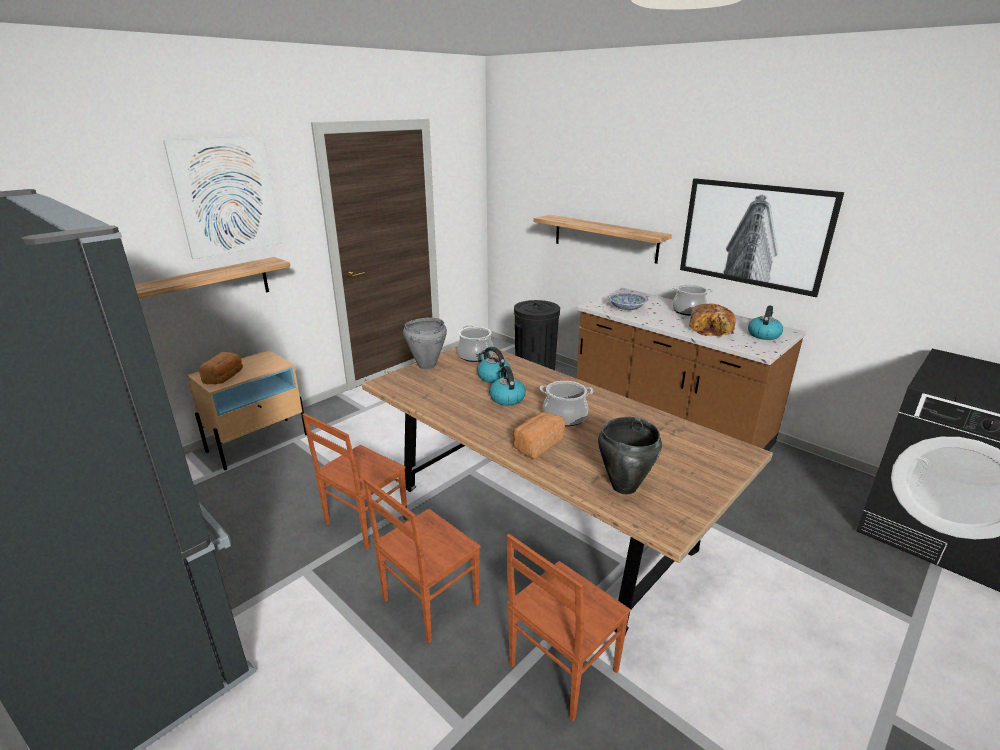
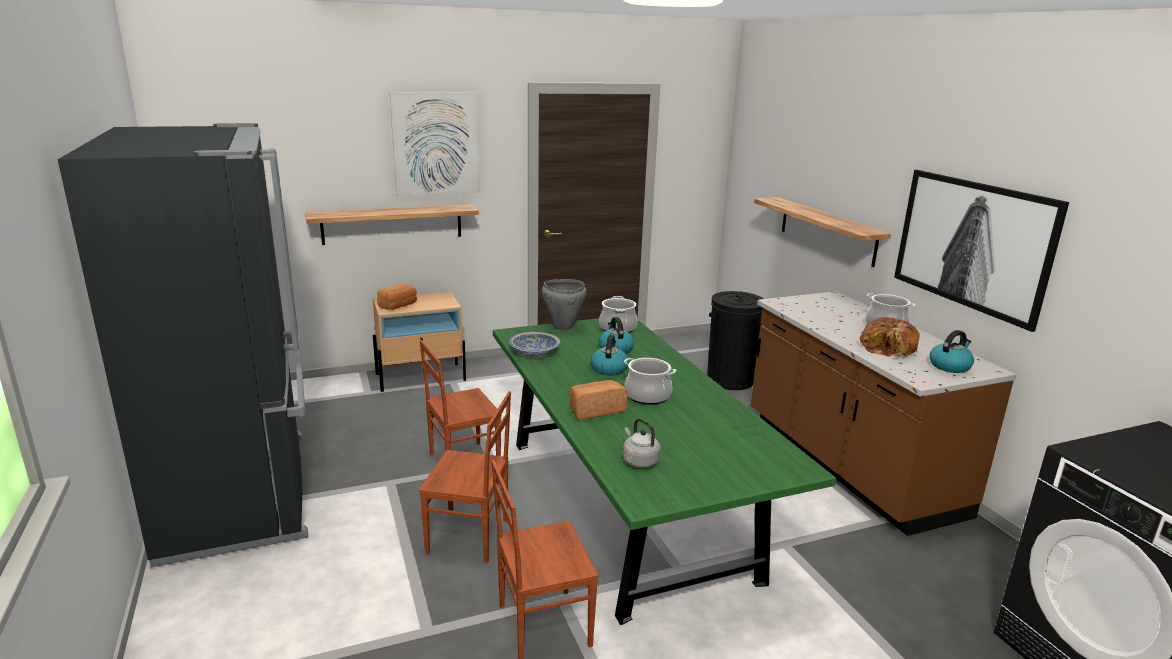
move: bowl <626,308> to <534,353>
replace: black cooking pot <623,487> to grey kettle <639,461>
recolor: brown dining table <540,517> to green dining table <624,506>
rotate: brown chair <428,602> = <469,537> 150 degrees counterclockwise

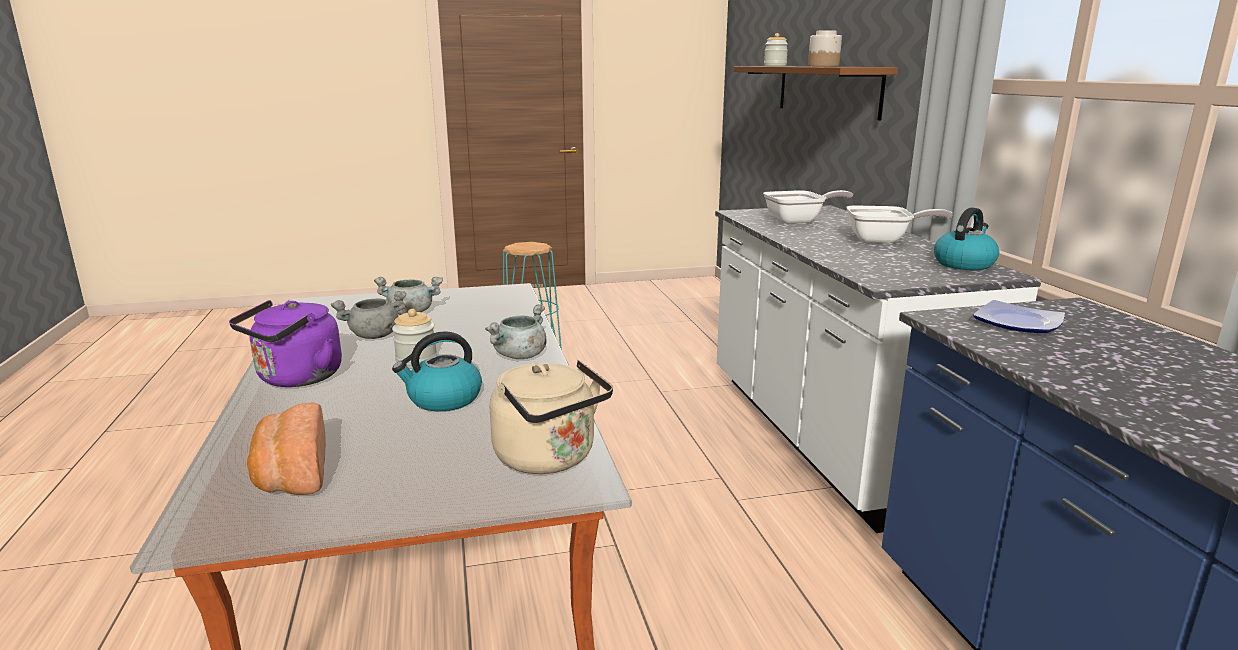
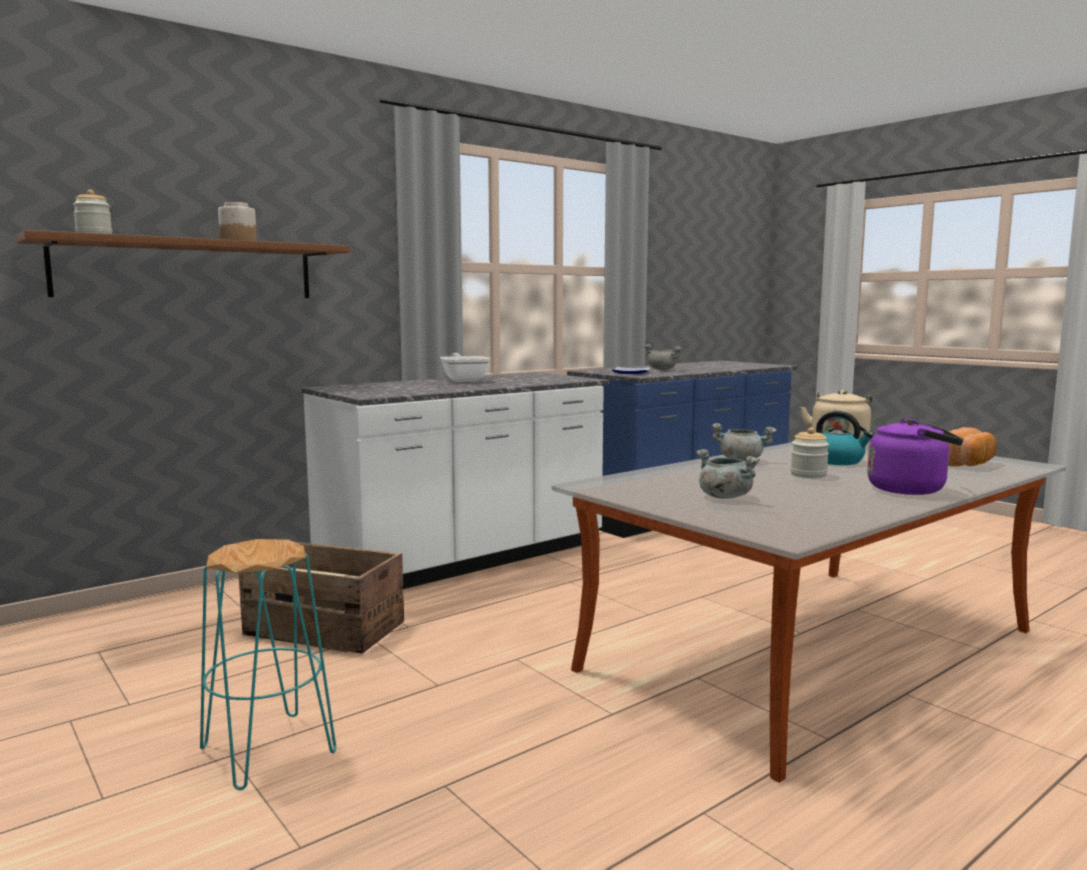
delete: frying pan <799,221>; kettle <964,264>
insert: crate <323,628>
move: grey cooking pot <374,336> to <662,369>

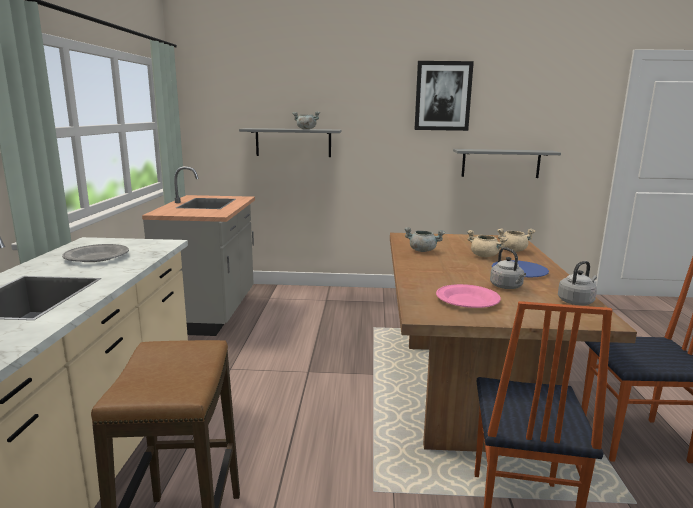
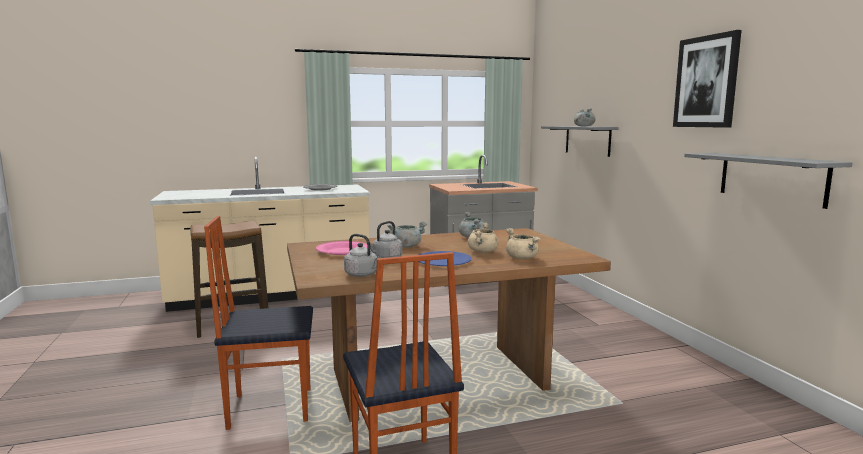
insert: grey cooking pot <406,246>

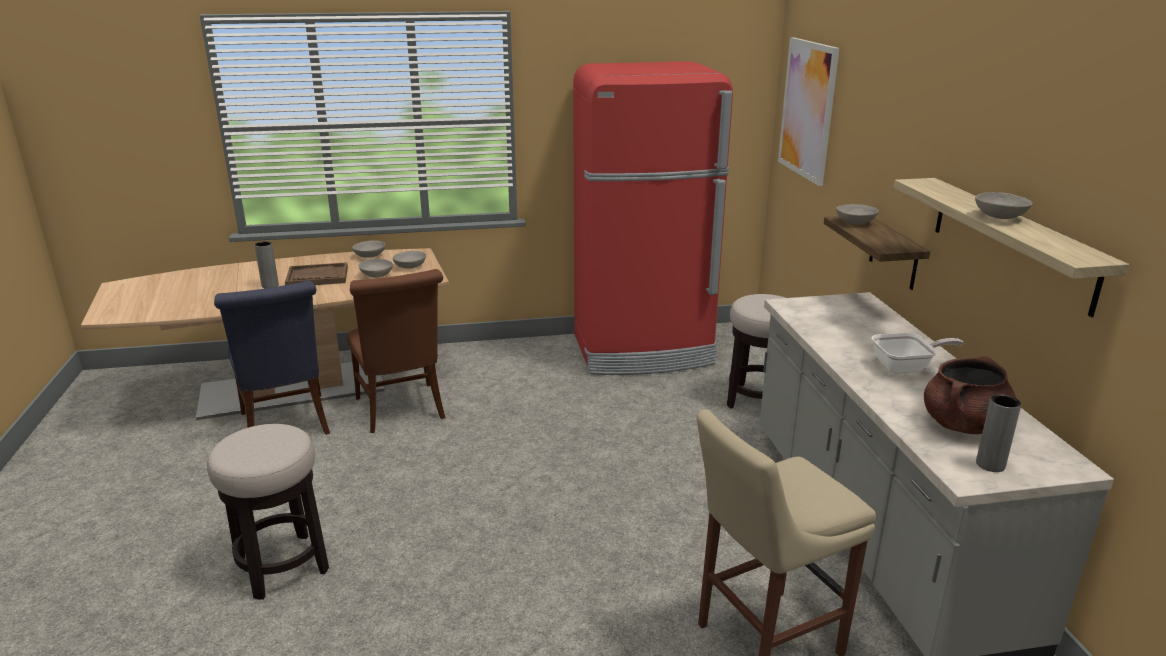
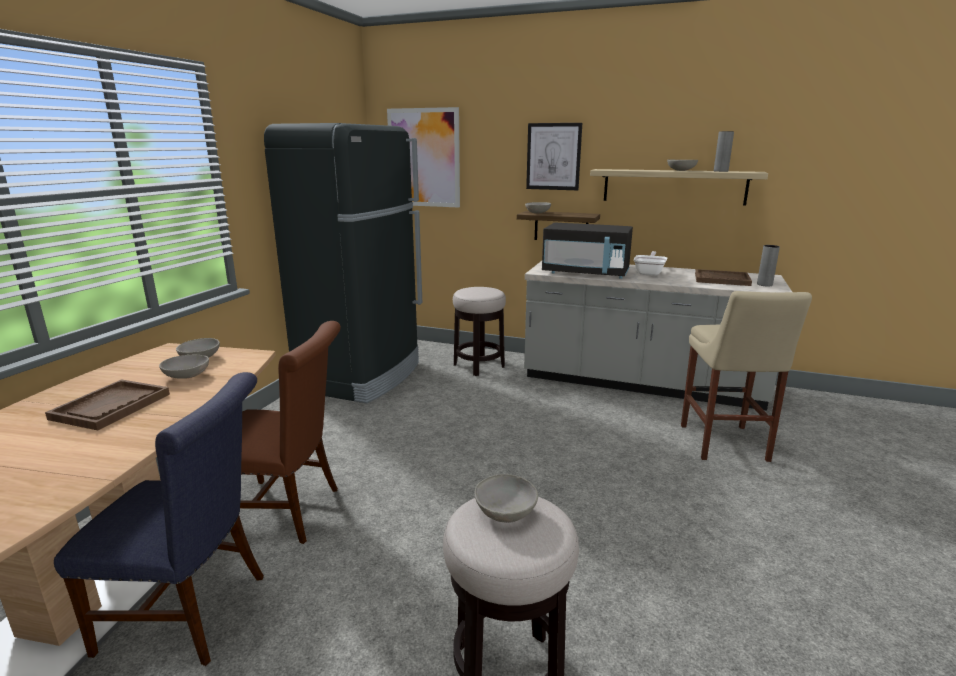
insert: picture <553,156>; black microwave <586,273>
move: grey bowl <370,256> to <506,512>; grey vase <270,285> to <720,171>
replace: brown cooking pot <963,425> to brown tray <722,279>
recolor: red fridge <643,351> to black fridge <362,376>

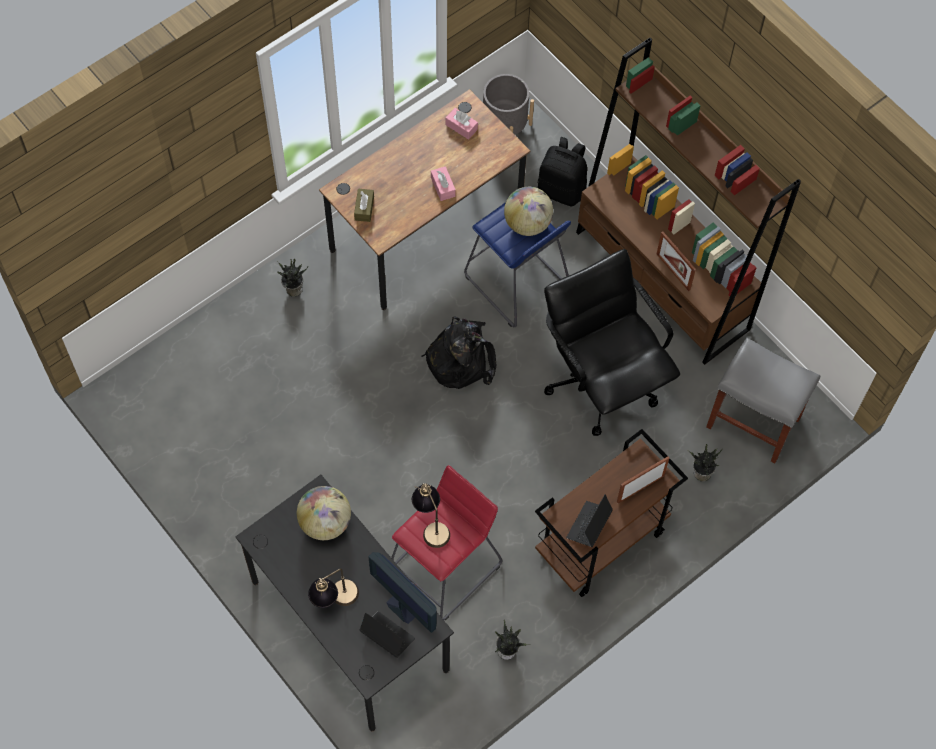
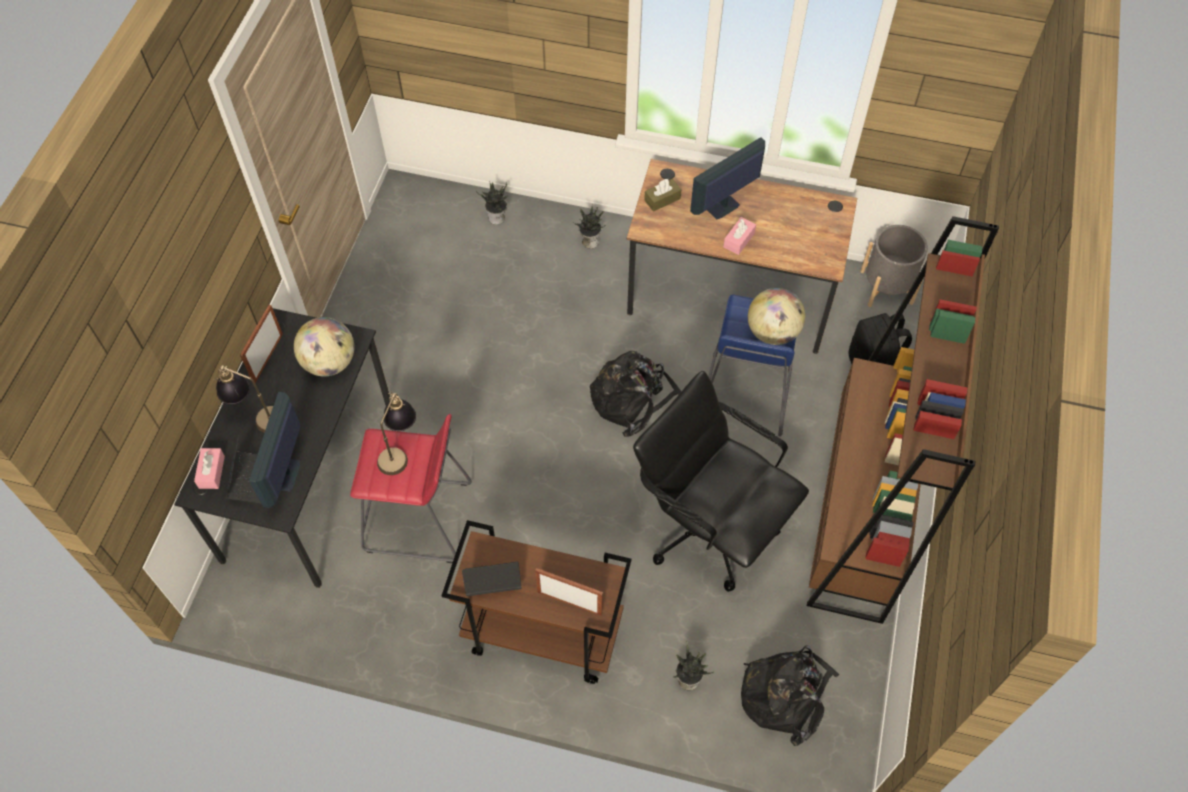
insert: monitor <722,208>
move: pink tissue box <461,127> to <211,472>; picture frame <673,272> to <267,358>; potted plant <507,650> to <497,218>
replace: grey stool <754,422> to black backpack <785,694>
rotate: black office chair <602,381> = <709,527> 75 degrees counterclockwise

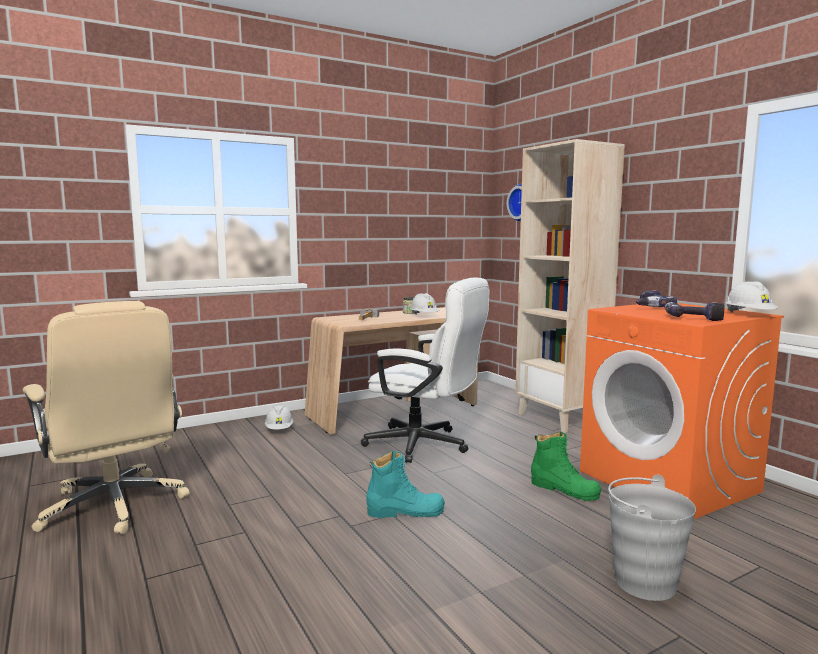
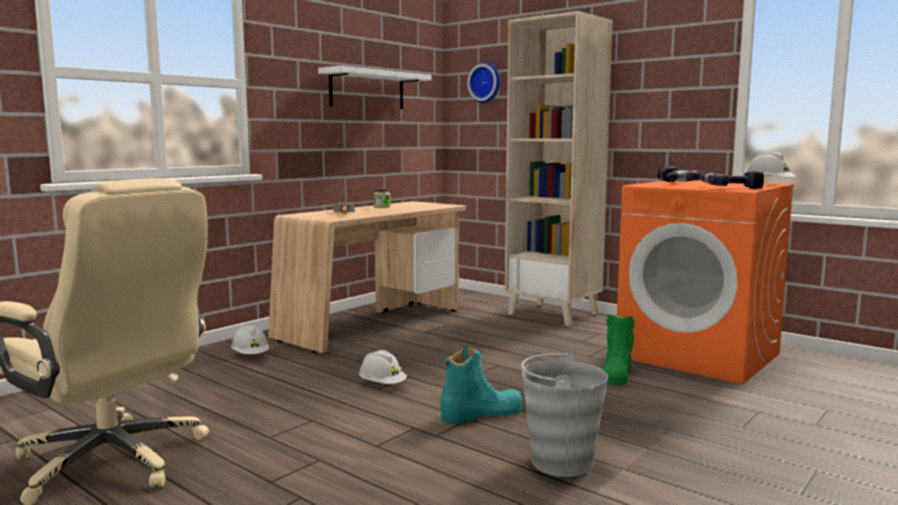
delete: white office chair <425,445>
insert: white shelf <367,90>
move: white hard hat <424,316> to <382,385>; grey bucket <644,582> to <561,462>
rotate: green boot <564,489> = <616,374> 90 degrees clockwise

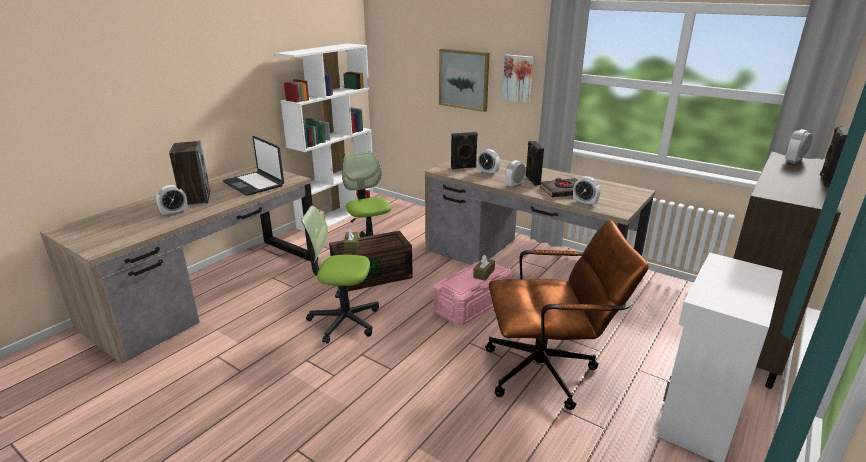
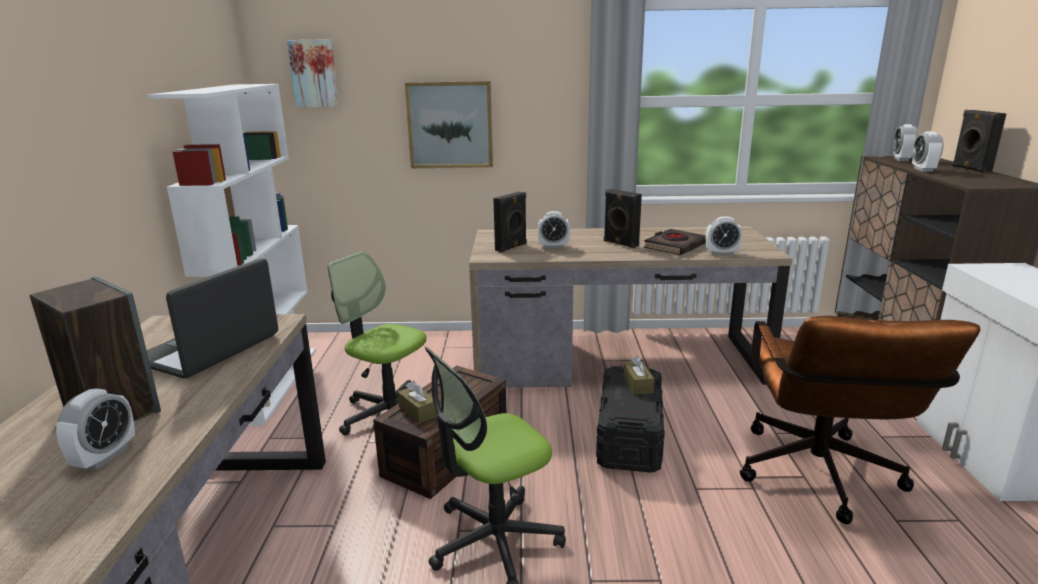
move: picture <518,78> to <314,73>; alarm clock <514,185> to <923,170>
recolor: pink storage box <472,304> to black storage box <629,436>
rotate: laptop <254,184> = <209,349> 105 degrees clockwise; brown office chair <549,371> = <820,480> 135 degrees clockwise

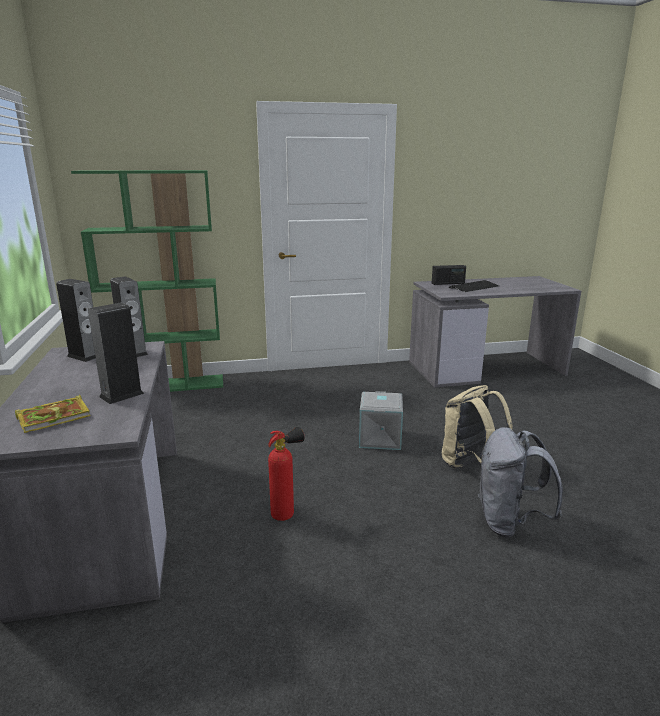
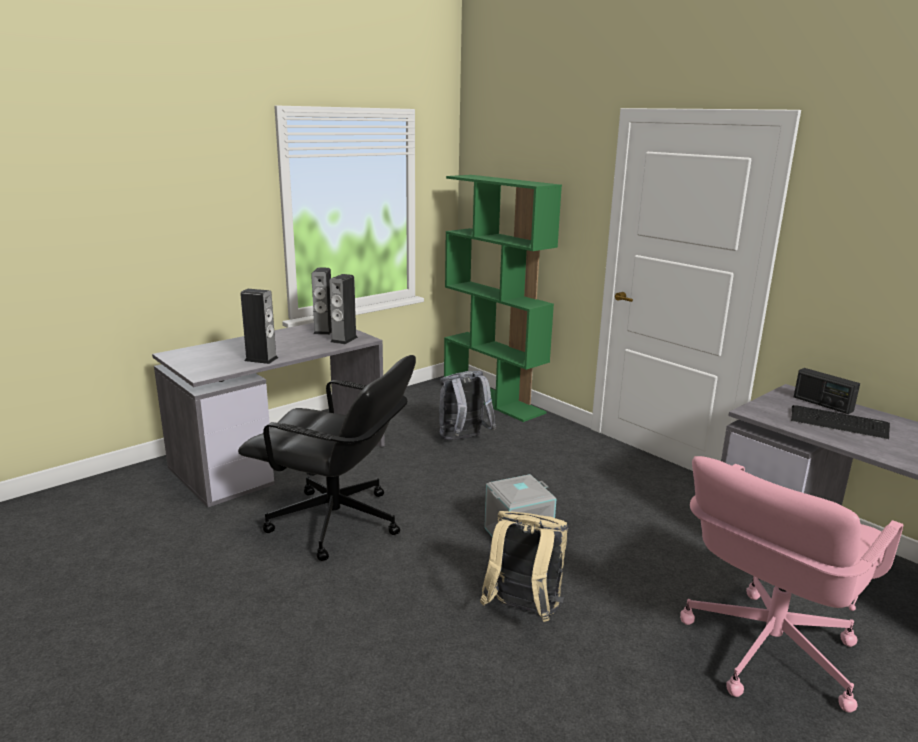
delete: book <55,417>
insert: pink office chair <767,650>
move: grey backpack <509,523> to <463,439>
replace: fire extinguisher <287,514> to black office chair <336,523>

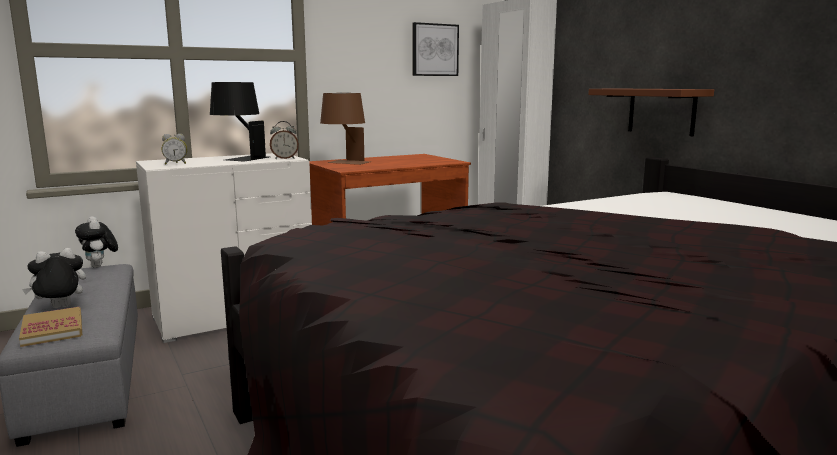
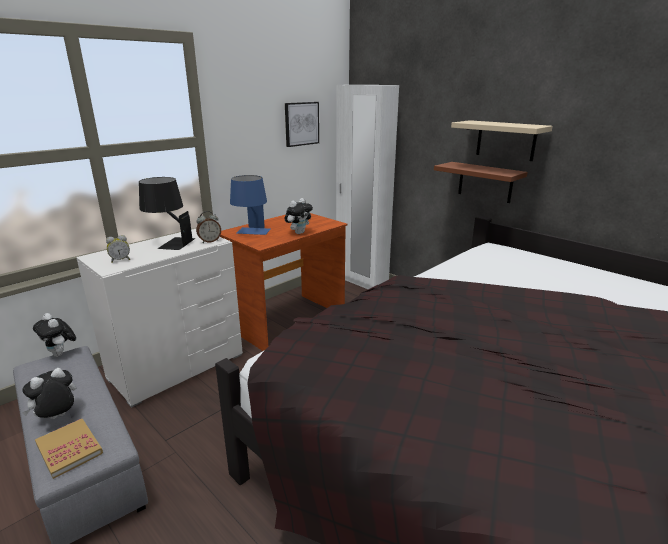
insert: beige shelf <506,140>; plush toy <299,232>
recolor: brown table lamp <345,163> to blue table lamp <251,233>

